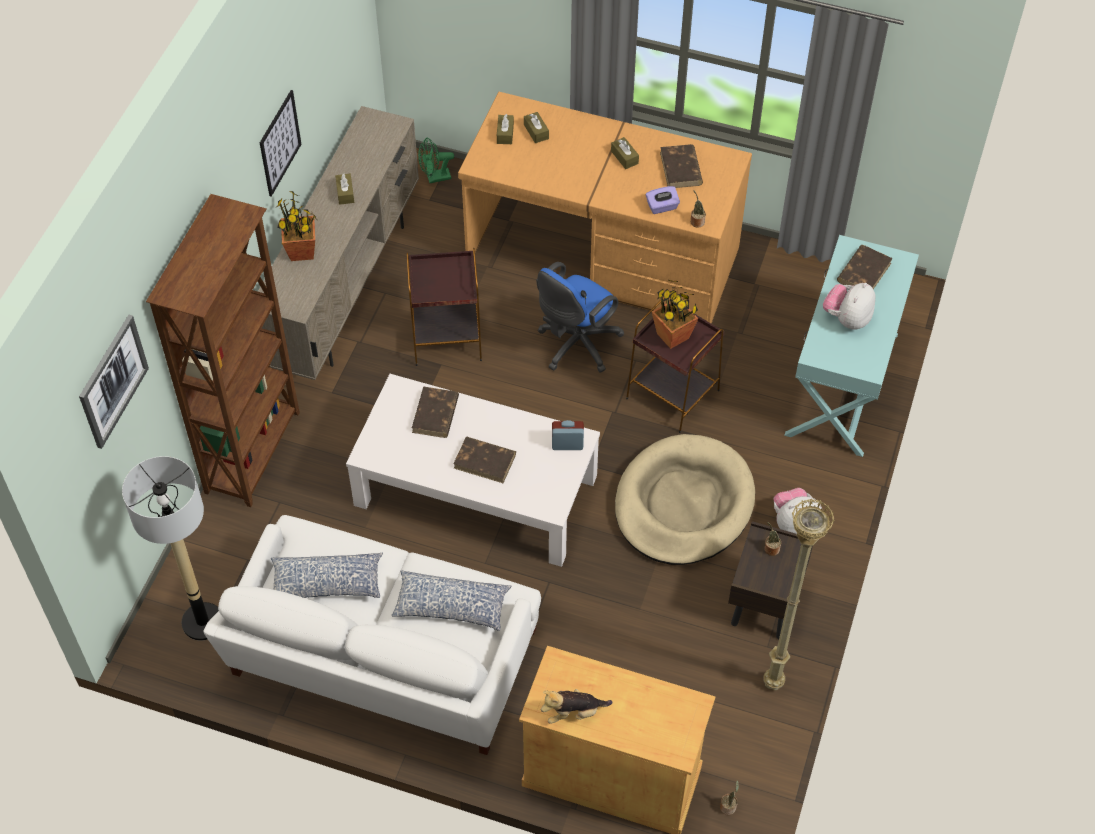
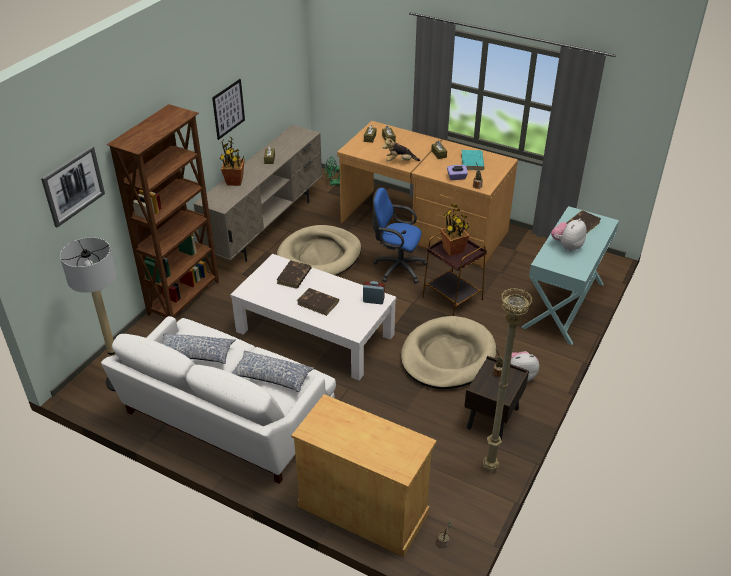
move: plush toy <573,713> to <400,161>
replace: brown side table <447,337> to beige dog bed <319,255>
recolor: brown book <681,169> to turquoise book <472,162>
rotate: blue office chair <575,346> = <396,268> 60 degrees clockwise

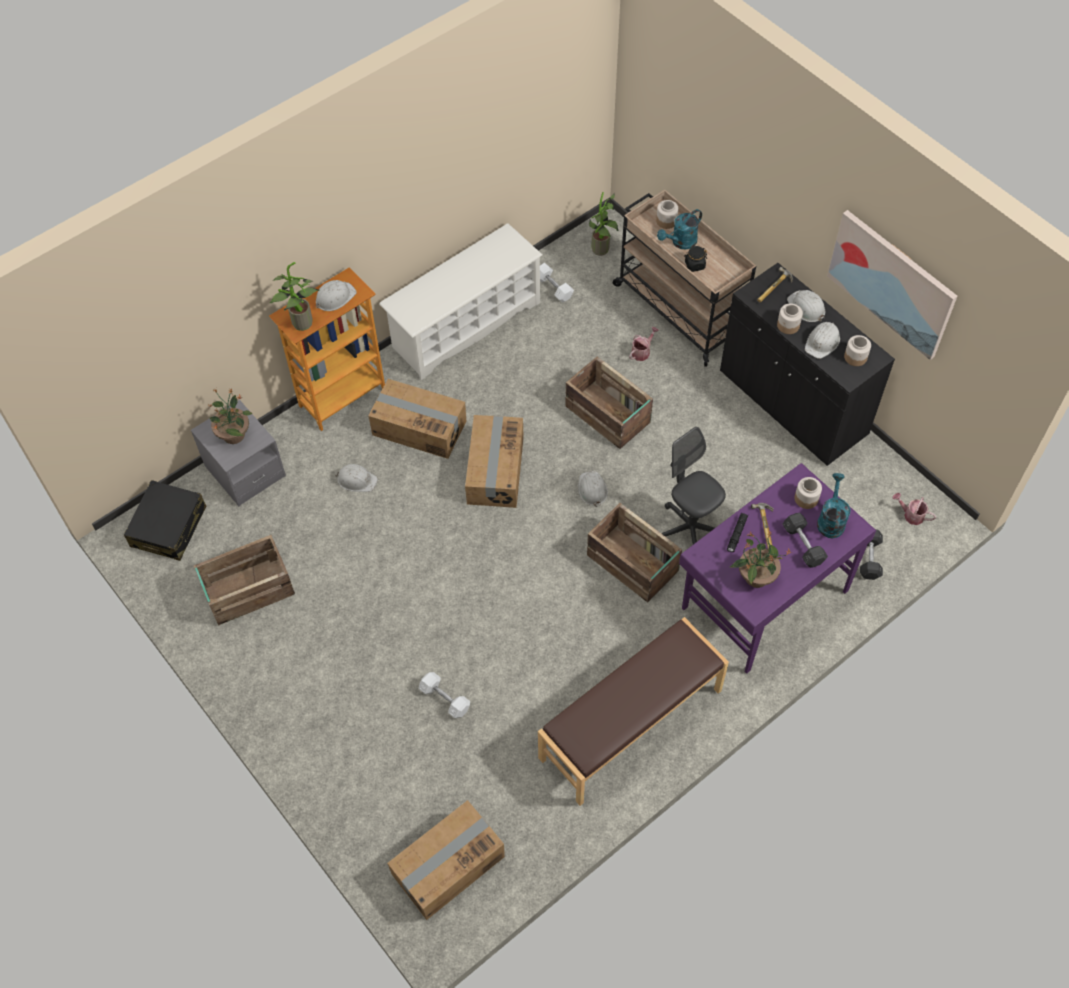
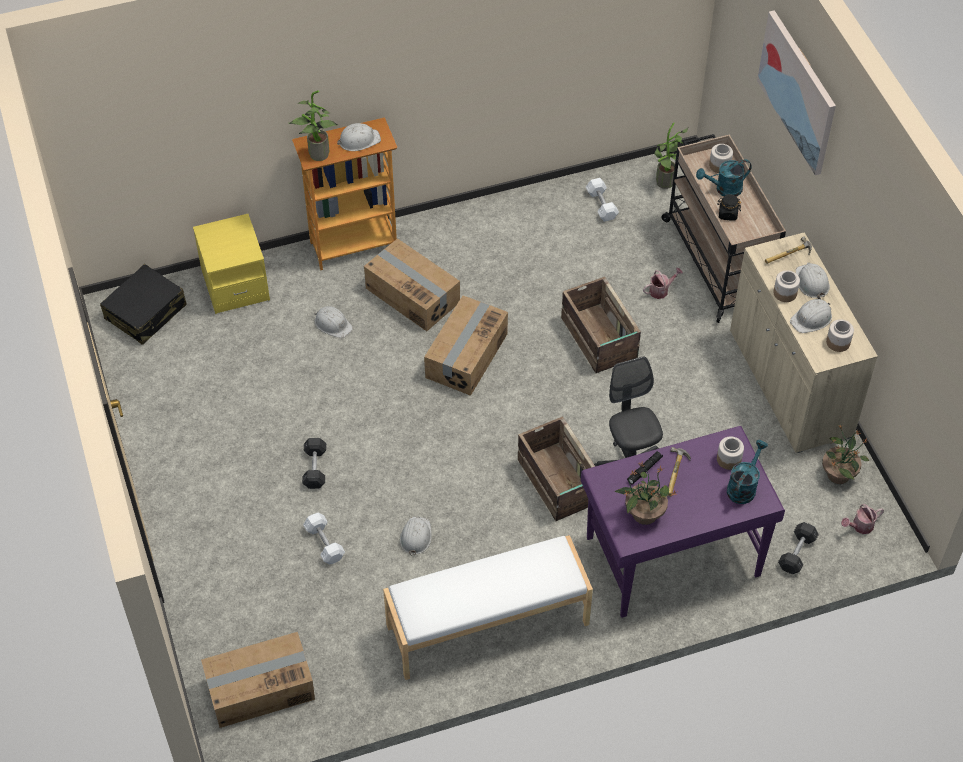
delete: white shoe rack <465,325>; crate <247,590>
move: picture <891,283> to <798,91>; potted plant <234,434> to <839,474>; white hard hat <592,489> to <415,536>; grey dumbbell <803,545> to <315,468>
recolor: black cabinet <792,403> to beige cabinet <789,384>; grey nightstand <245,471> to yellow nightstand <235,285>; brown bench <631,725> to white bench <488,626>
rotate: watering can <911,515> = <860,526> 75 degrees counterclockwise

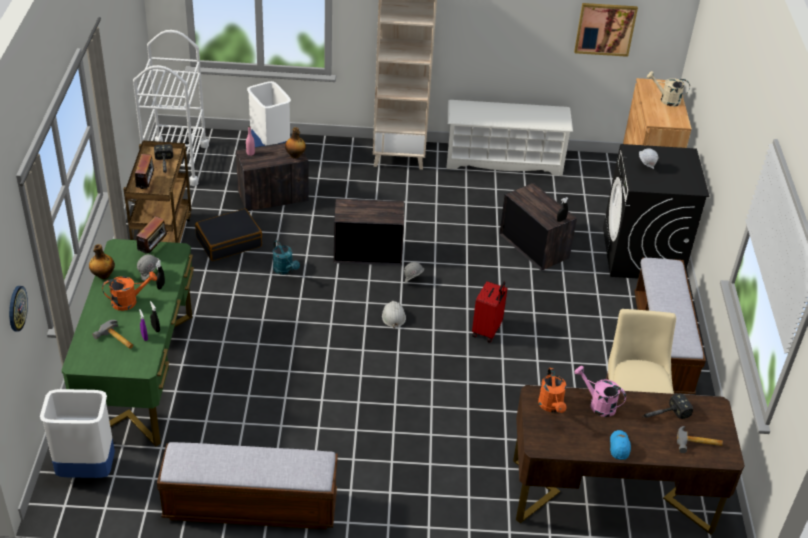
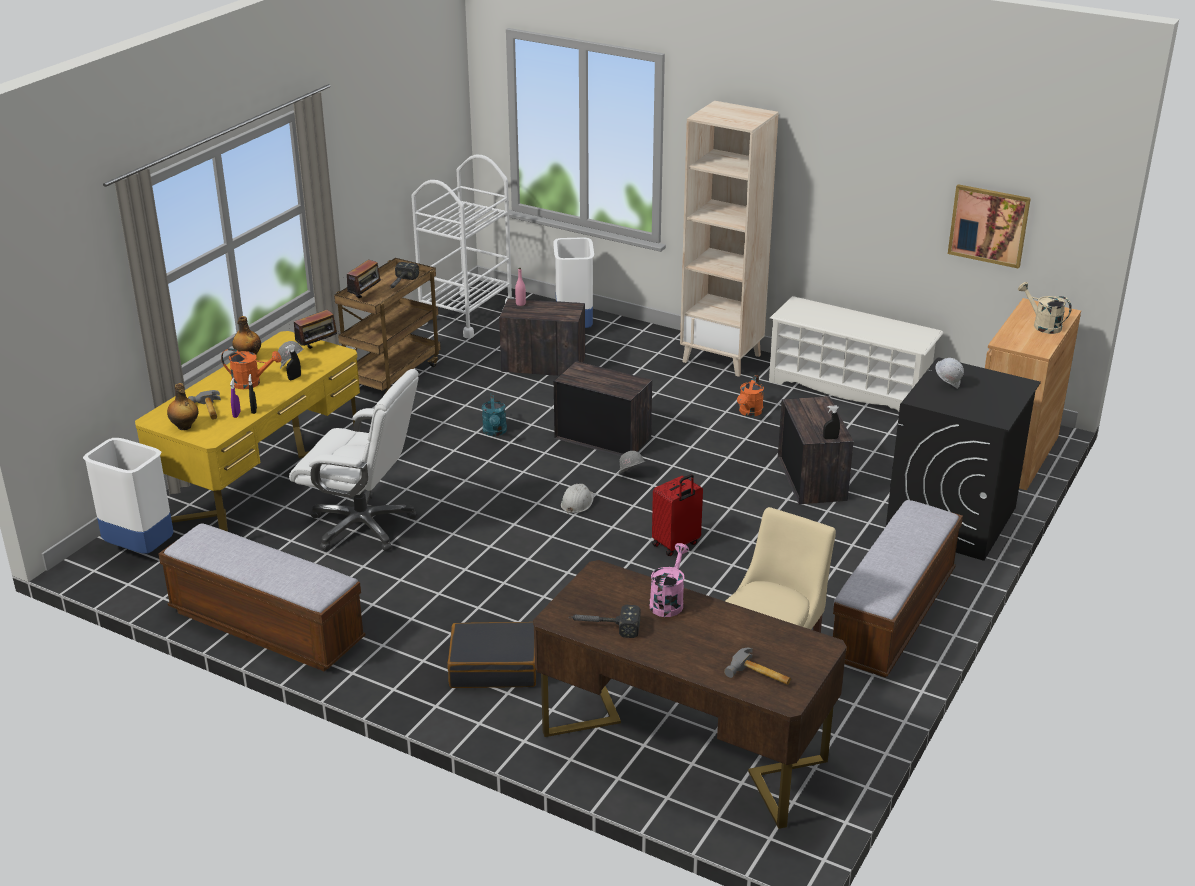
delete: wall clock <16,308>; blue cap <619,447>
insert: white office chair <363,525>
move: bottle <295,156> to <185,427>; black suitcase <229,242> to <494,666>; orange watering can <551,406> to <749,412>; hammer <663,415> to <603,627>
recolor: green desk <140,374> to yellow desk <263,484>
rotate: pink watering can <598,404> = <668,601> 45 degrees clockwise

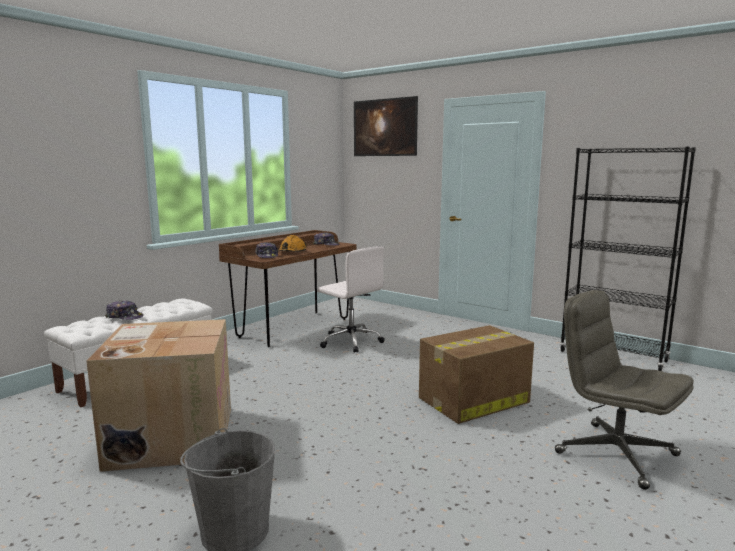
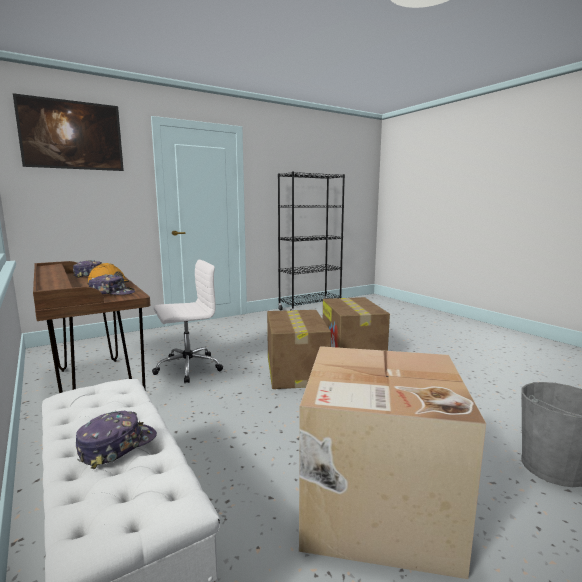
delete: grey office chair <614,453>
insert: cardboard box <295,370>

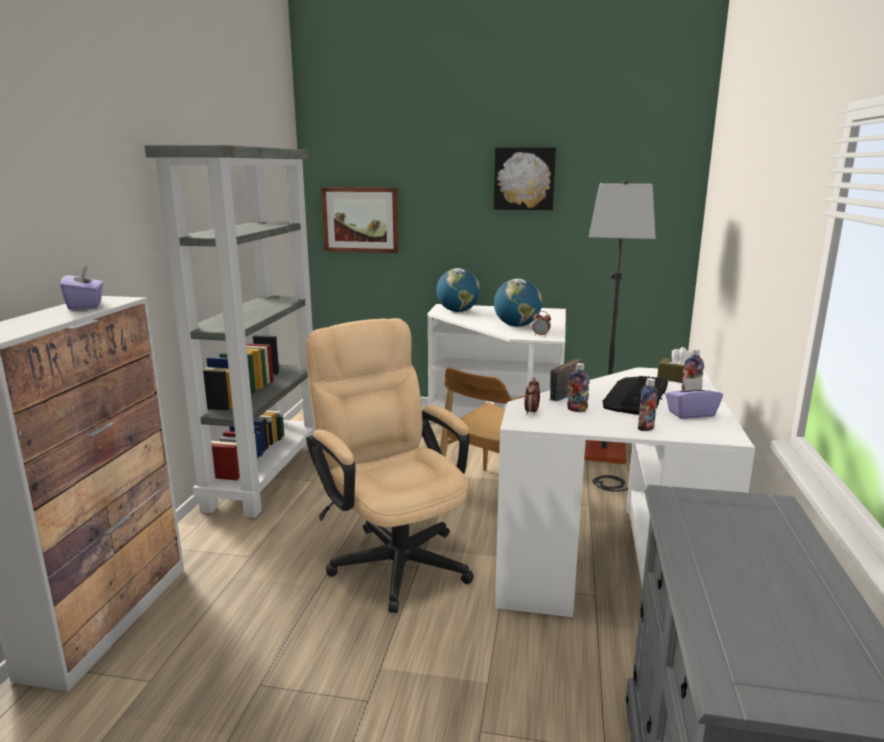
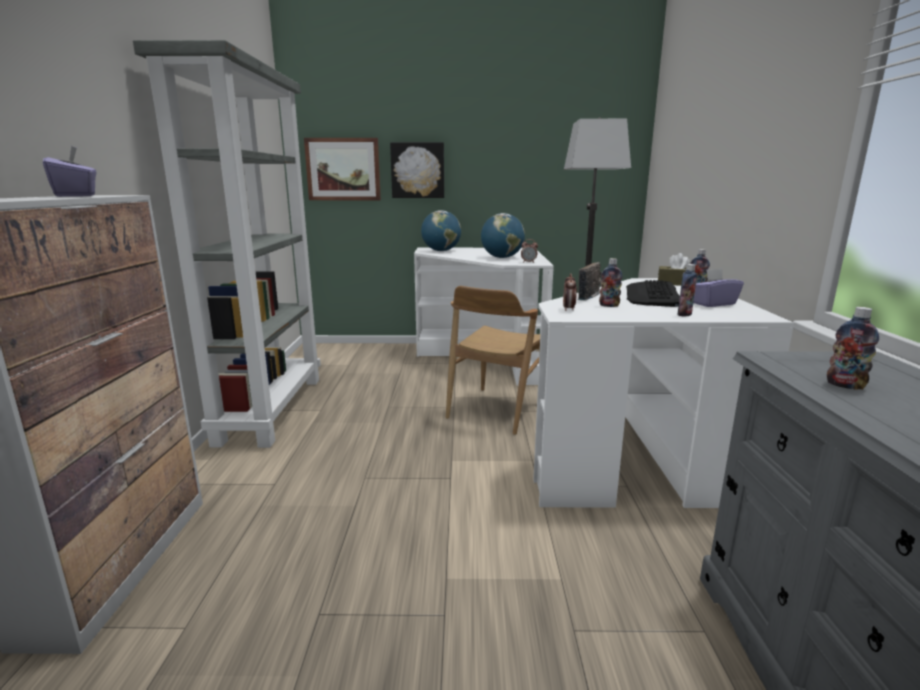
delete: beige office chair <393,556>
insert: bottle <845,385>
move: picture <524,179> to <418,170>

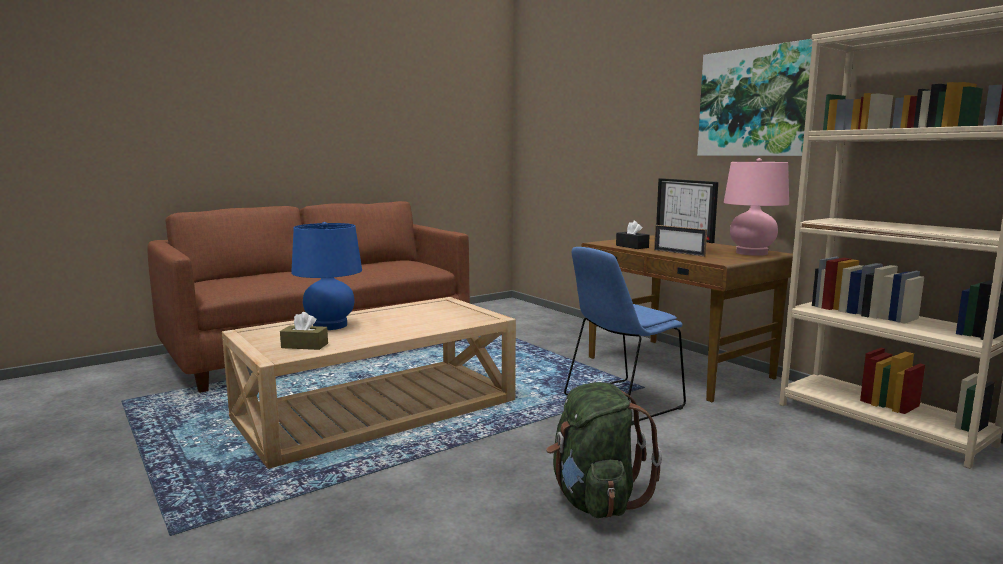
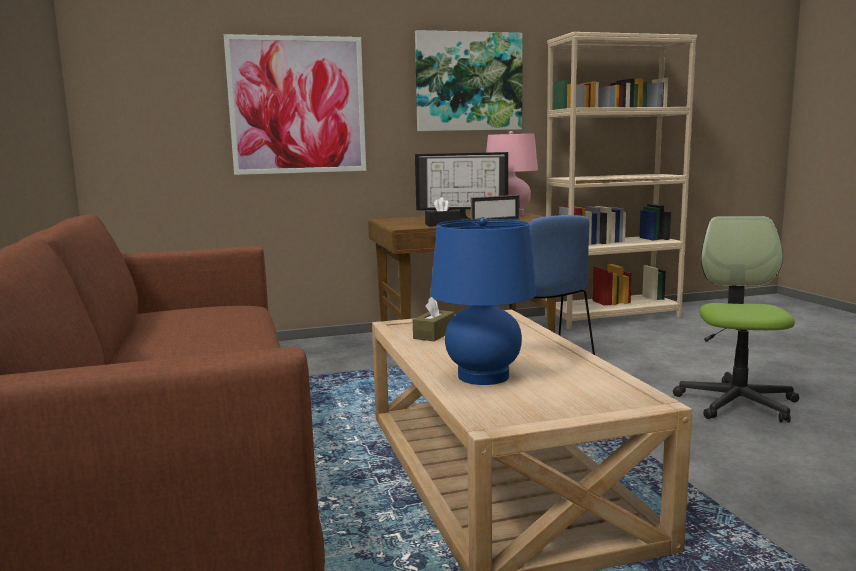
insert: picture <297,105>
move: brown tissue box <304,345> to <434,334>
replace: green backpack <595,500> to office chair <737,403>

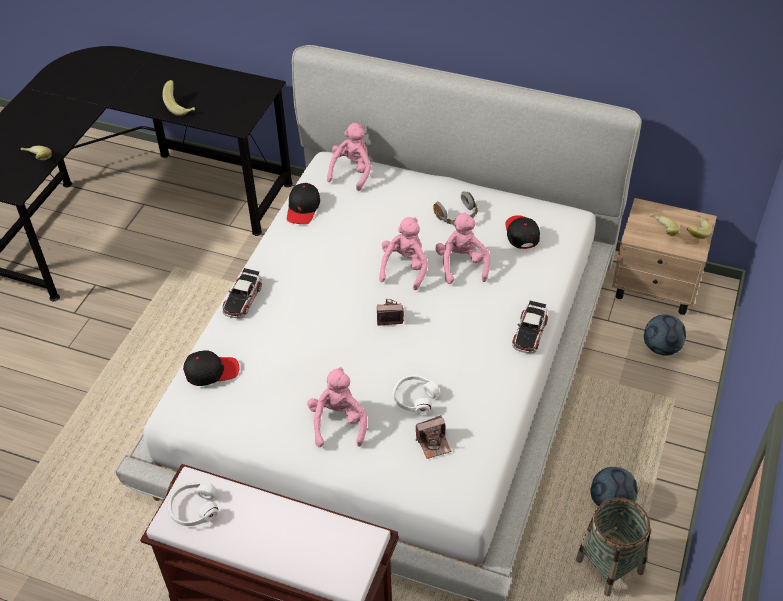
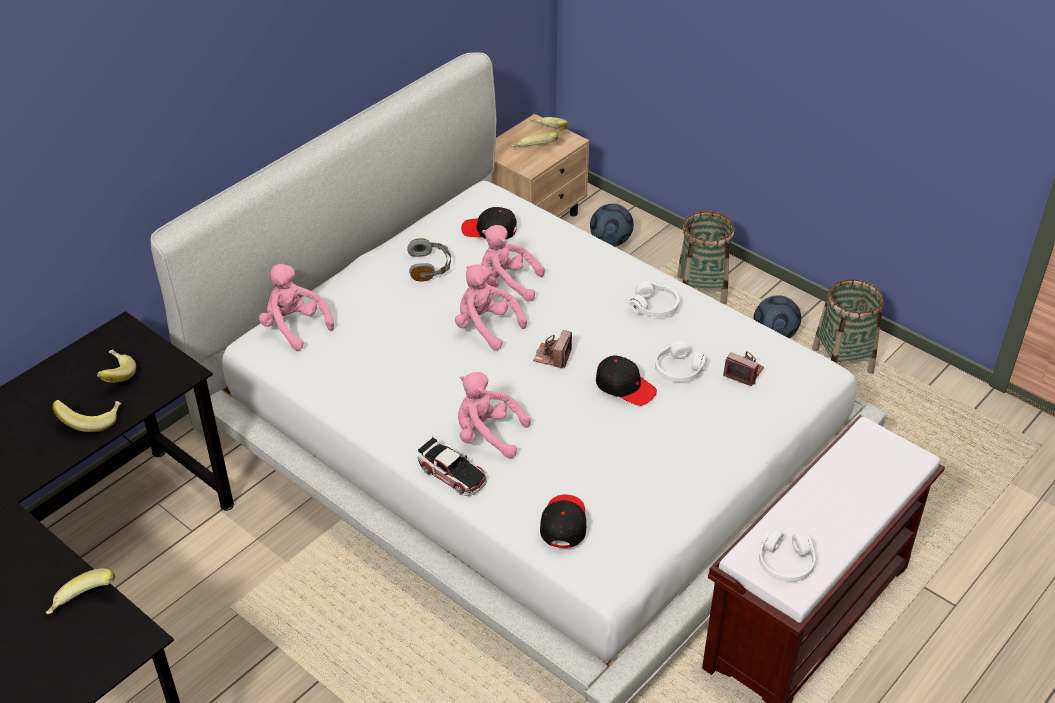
delete: toy car <530,332>
insert: basket <701,290>; white headphones <655,306>; banana <115,376>
move: black cap <303,208> to <625,386>; pink plush toy <338,422> to <487,435>
rotate: photo camera <433,443> = <743,372> 60 degrees counterclockwise

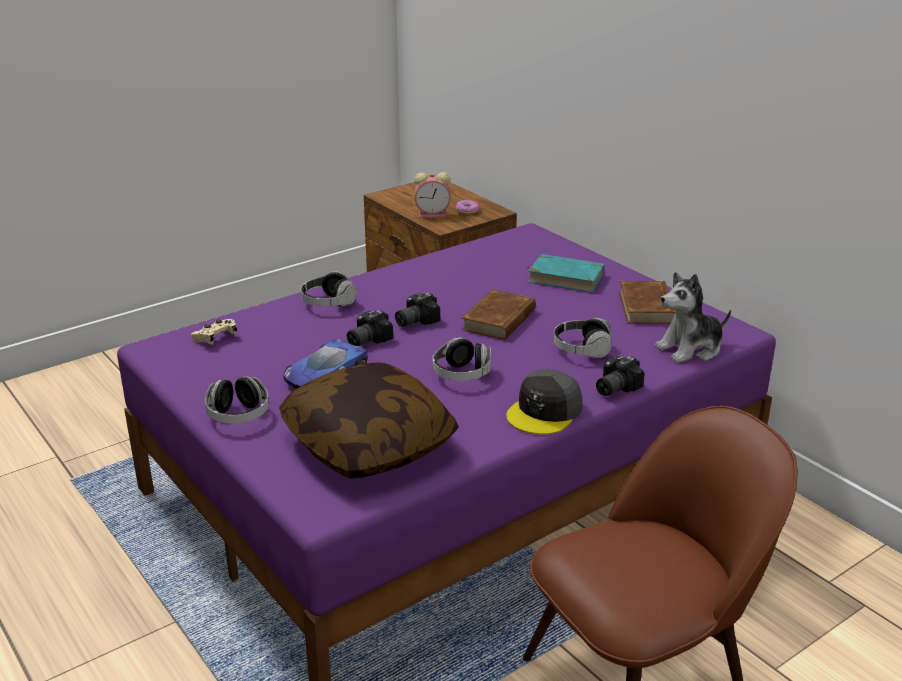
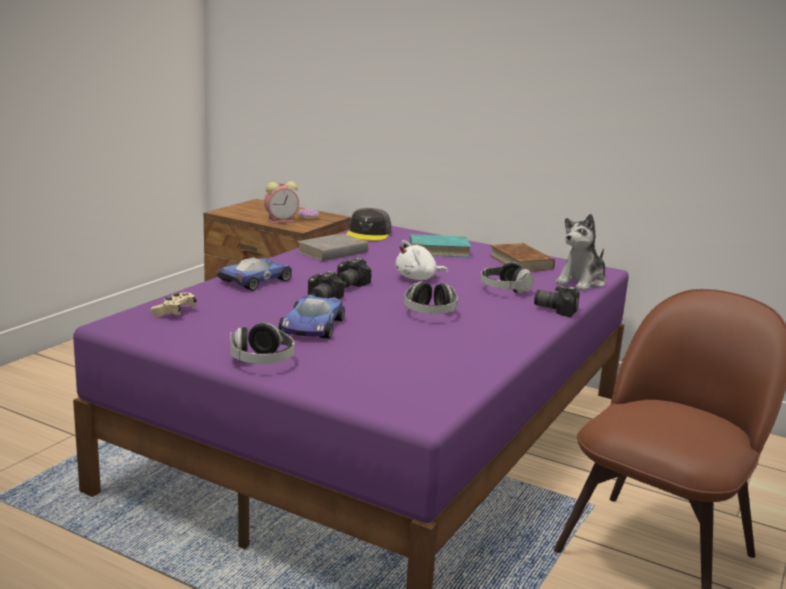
delete: pillow <369,443>
insert: grey book <333,252>
move: grey cap <545,412> to <369,234>
replace: headphones <328,303> to toy car <256,280>; brown book <499,320> to white plush toy <418,278>
rotate: photo camera <613,388> = <556,309> 90 degrees clockwise

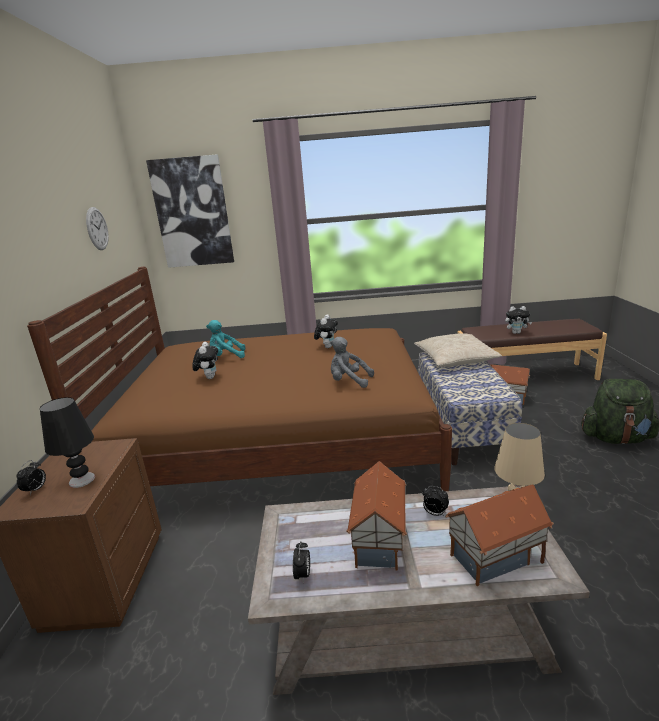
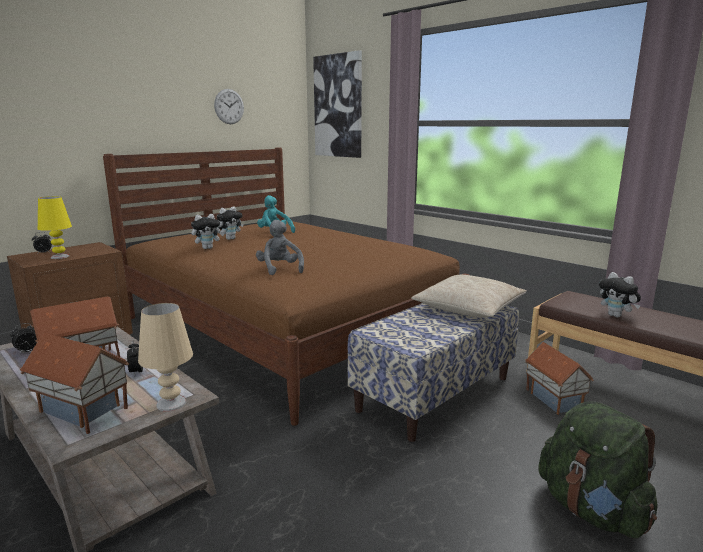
move: plush toy <327,347> to <208,248>
recolor: black table lamp <82,480> to yellow table lamp <60,256>

